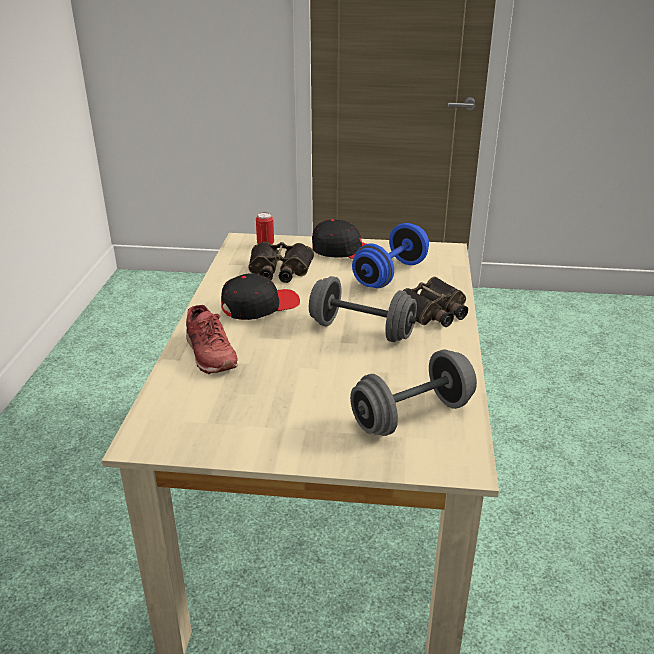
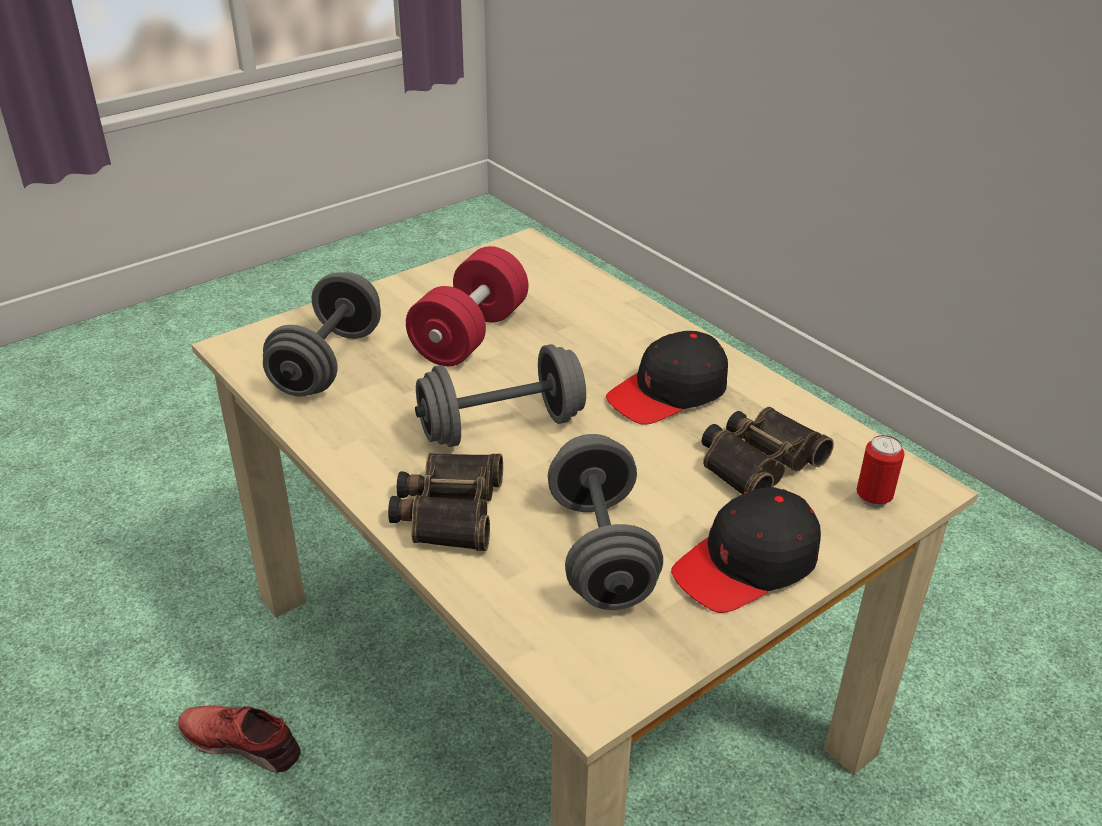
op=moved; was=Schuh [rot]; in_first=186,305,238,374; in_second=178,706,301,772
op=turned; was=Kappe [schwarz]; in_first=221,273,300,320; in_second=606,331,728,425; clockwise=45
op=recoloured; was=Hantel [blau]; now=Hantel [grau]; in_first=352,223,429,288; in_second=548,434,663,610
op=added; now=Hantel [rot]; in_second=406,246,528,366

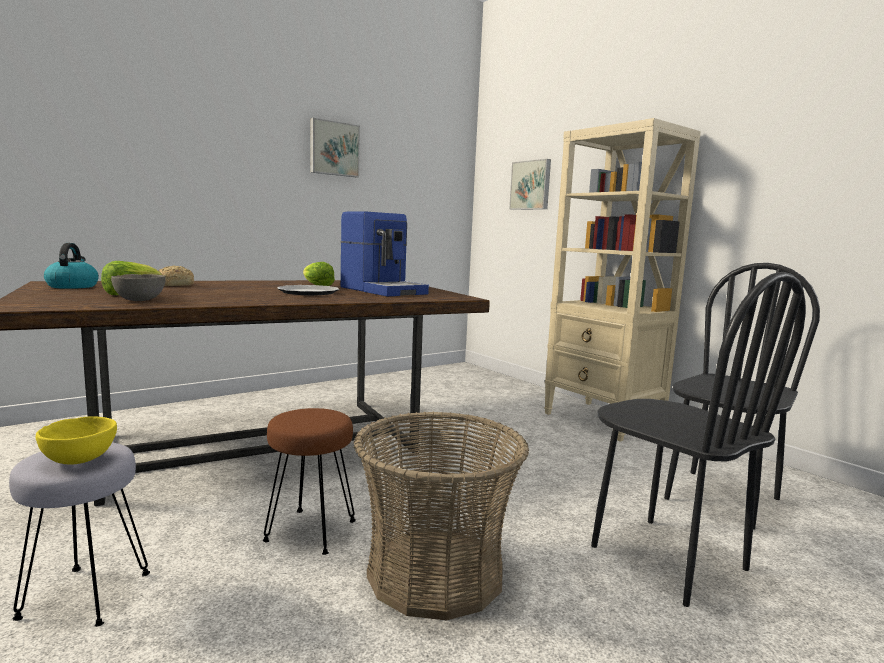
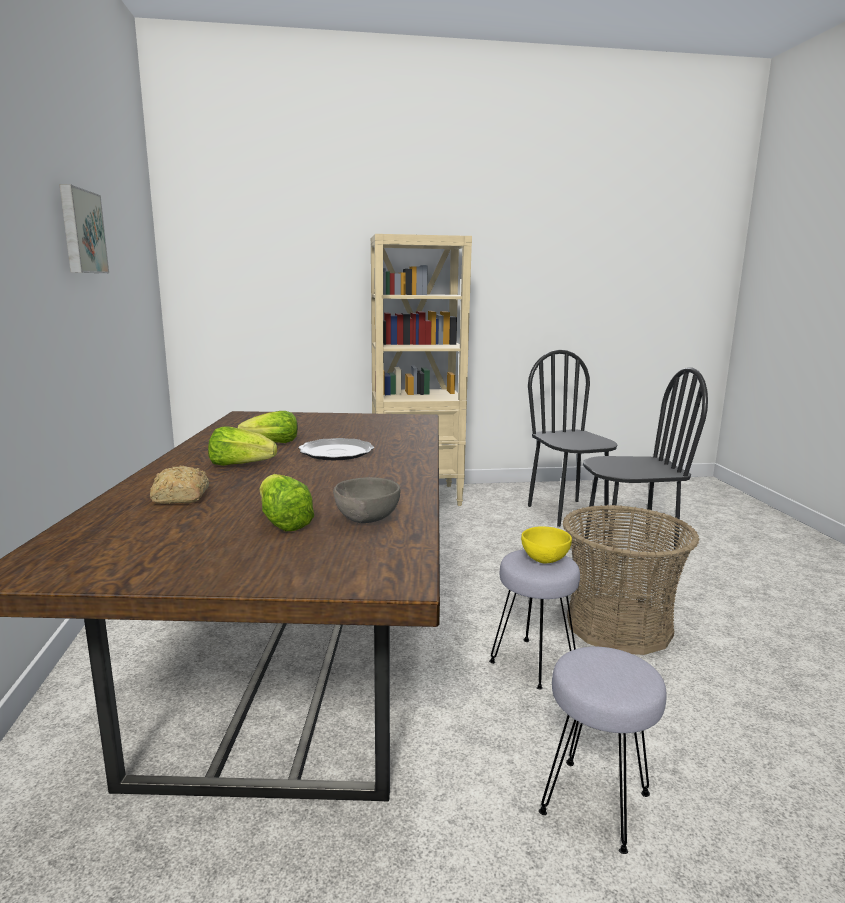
op=moved; was=Schüssel [gelb]; in_first=36,416,117,465; in_second=521,526,572,563
op=removed; was=Wasserkessel; in_first=44,243,99,289
op=recoloured; was=Hocker [braun]; now=Hocker [grau]; in_first=263,408,356,555; in_second=489,549,580,689
op=removed; was=Kaffeemaschine; in_first=341,212,429,296
op=removed; was=Bild; in_first=509,159,551,210
op=added; now=Salatkopf; in_second=208,426,277,466

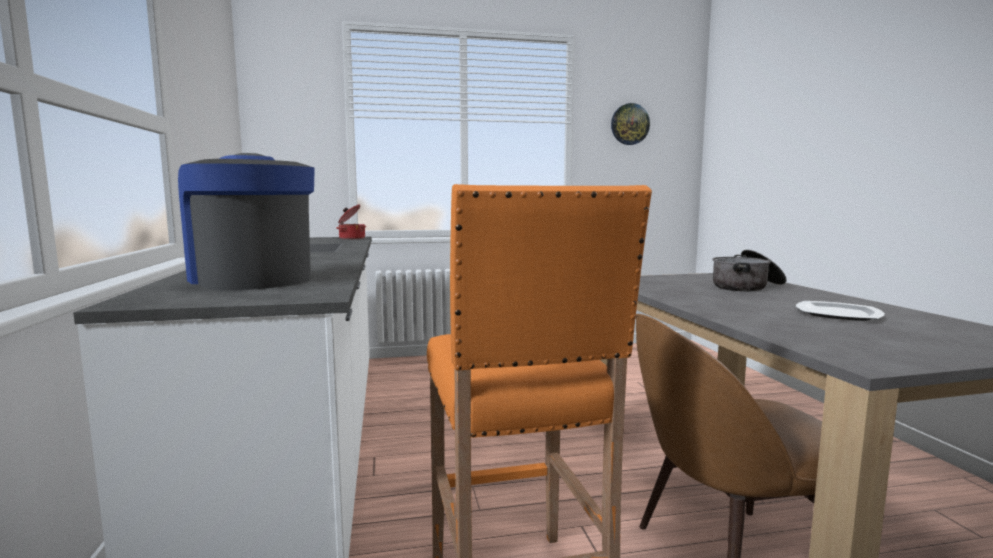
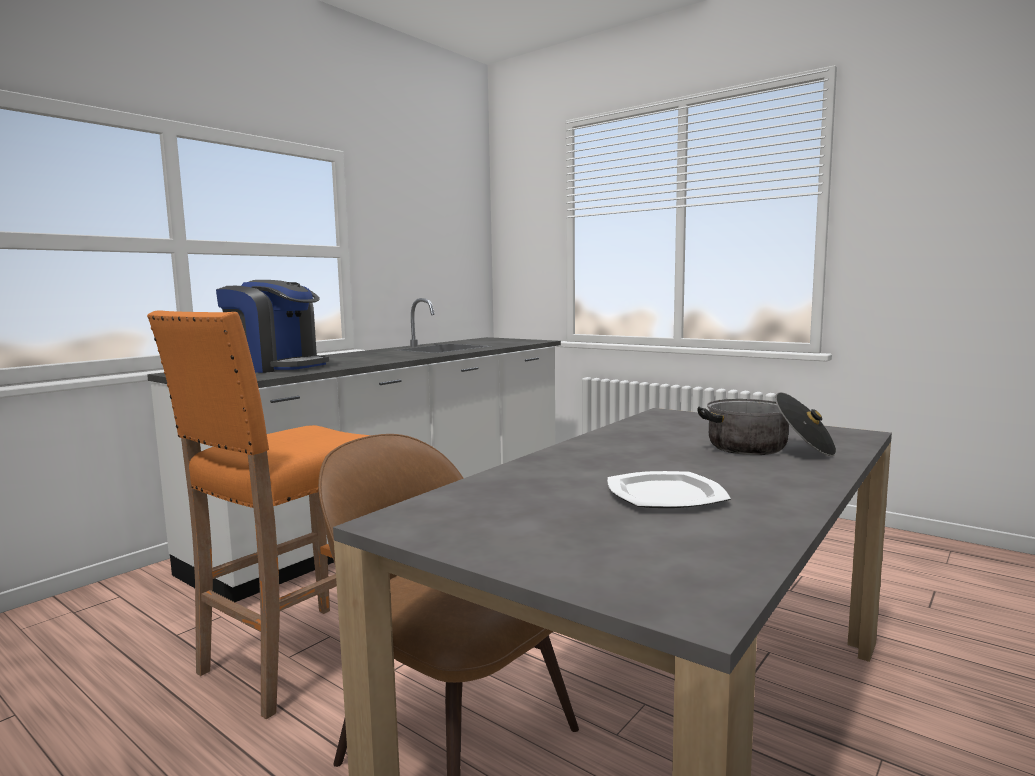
op=turned; was=Kaffeemaschine; in_first=178,153,315,290; in_second=216,280,329,373; clockwise=105
op=removed; was=Kochtopf; in_first=337,204,366,240
op=removed; was=Wanduhr; in_first=611,103,650,145

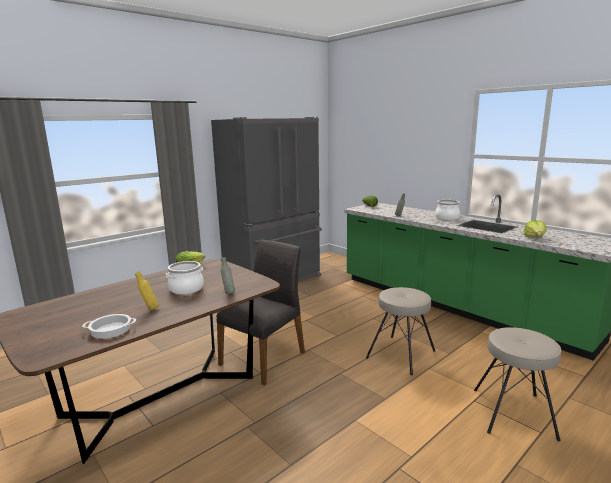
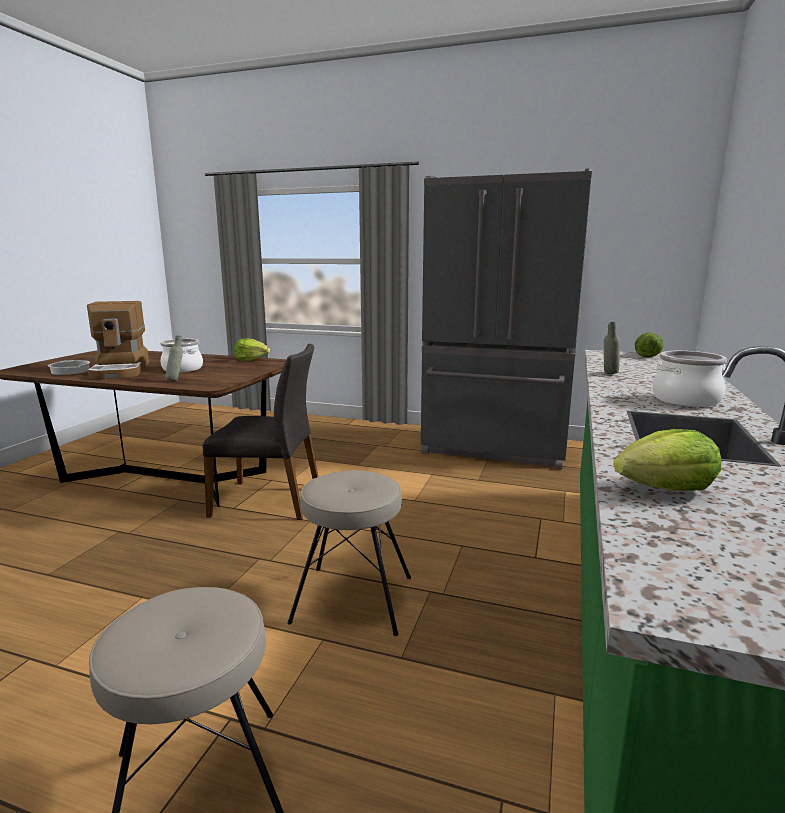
op=replaced; was=Flasche [gelb]; now=Kaffeemaschine; in_first=135,271,159,310; in_second=87,301,149,379

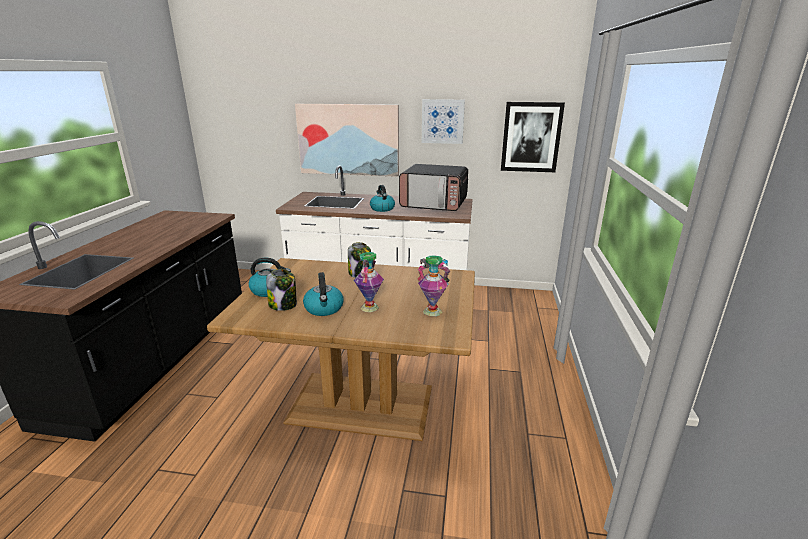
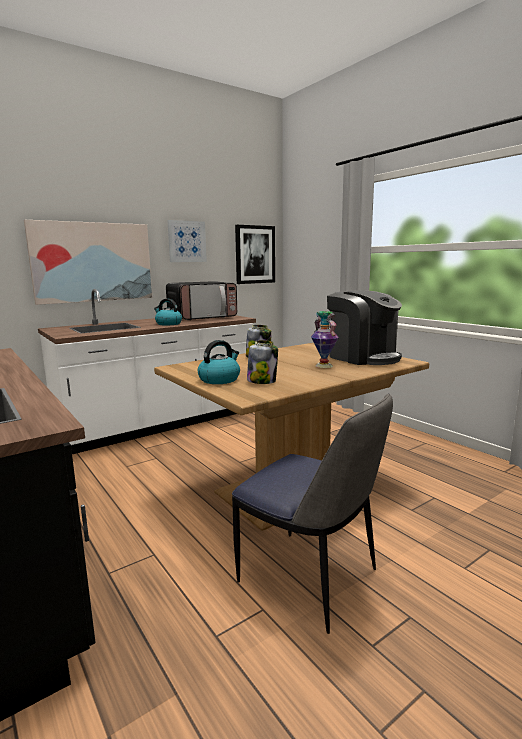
op=removed; was=Wasserkessel; in_first=303,272,344,316
op=replaced; was=Vase; now=Kaffeemaschine; in_first=417,255,450,316; in_second=327,290,402,365
op=added; now=Stuhl; in_second=232,393,393,634

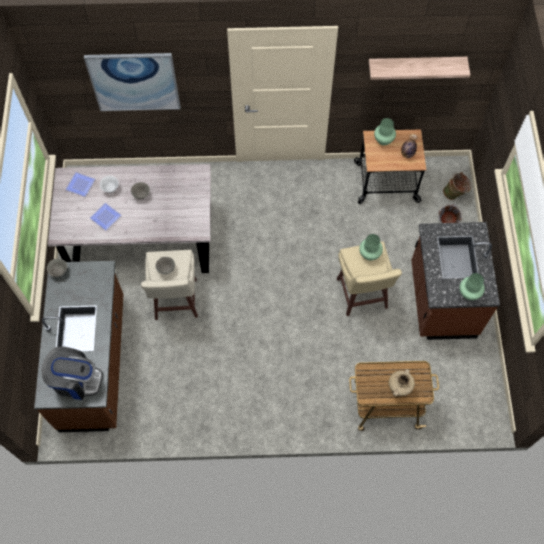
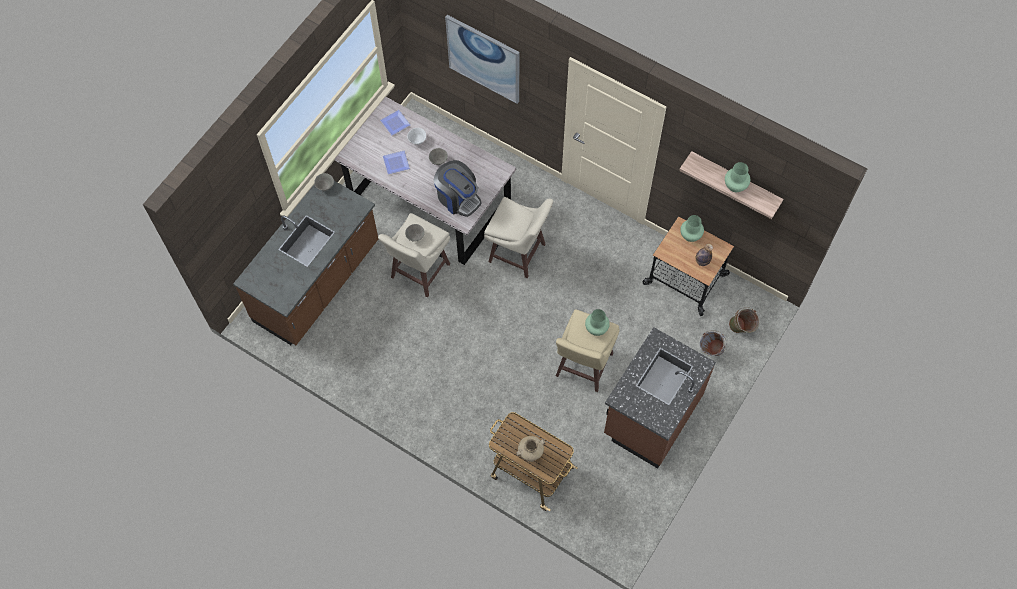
op=moved; was=Kaffeemaschine; in_first=41,346,103,400; in_second=434,160,482,217
op=moved; was=Vase [grün]; in_first=459,273,485,300; in_second=725,162,750,192
op=added; now=Hocker [beige]; in_second=484,197,553,278

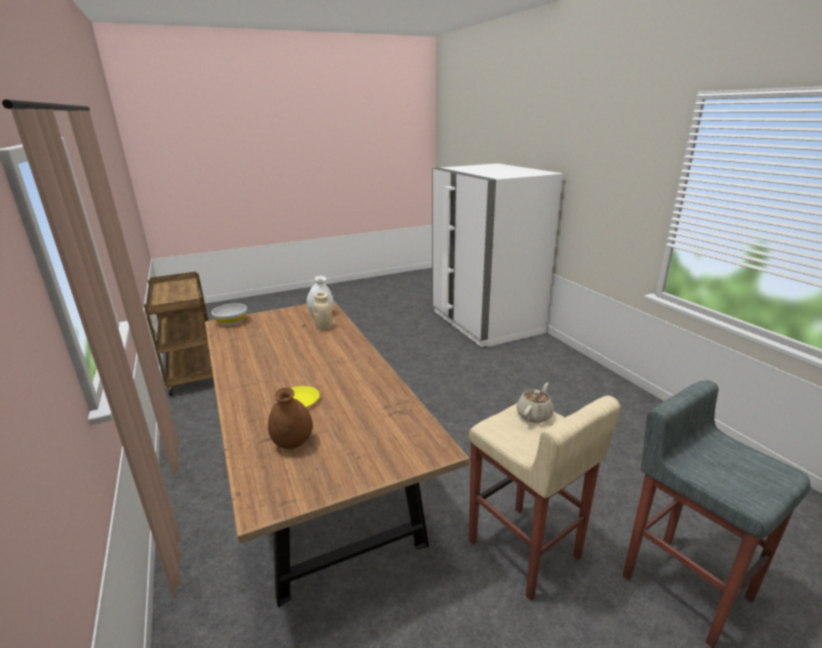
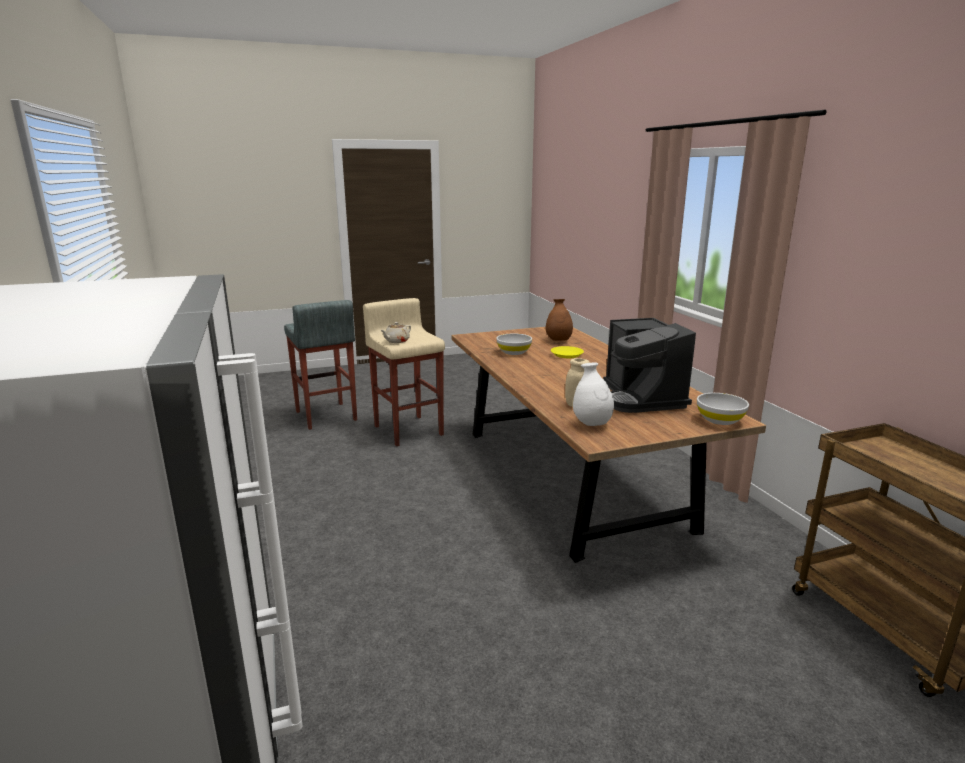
op=added; now=Schüssel [weiß]; in_second=496,333,532,355
op=added; now=Kaffeemaschine; in_second=603,318,696,413

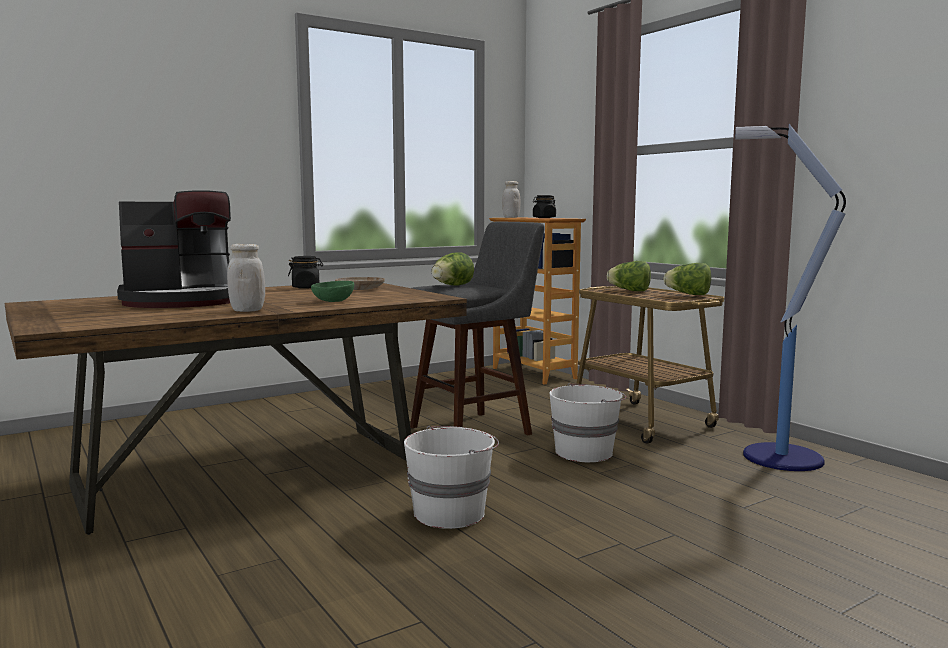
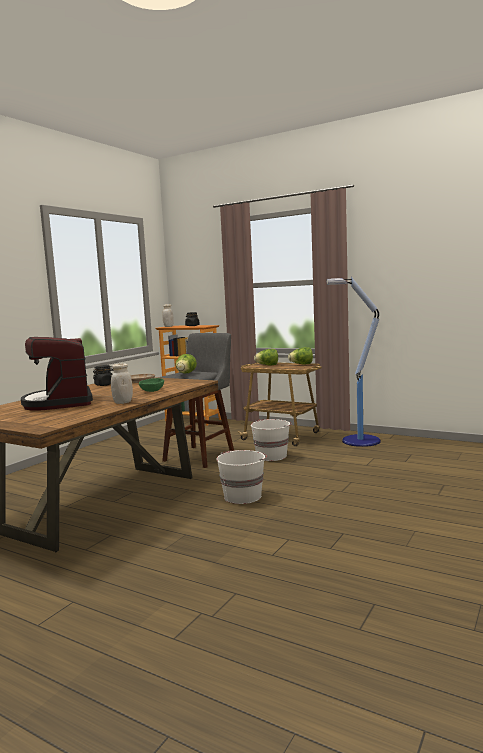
op=turned; was=Kaffeemaschine; in_first=117,190,231,308; in_second=21,337,93,411; clockwise=120

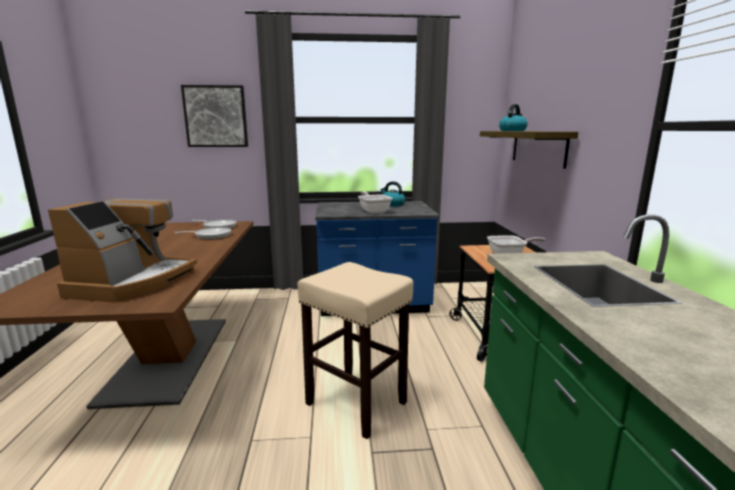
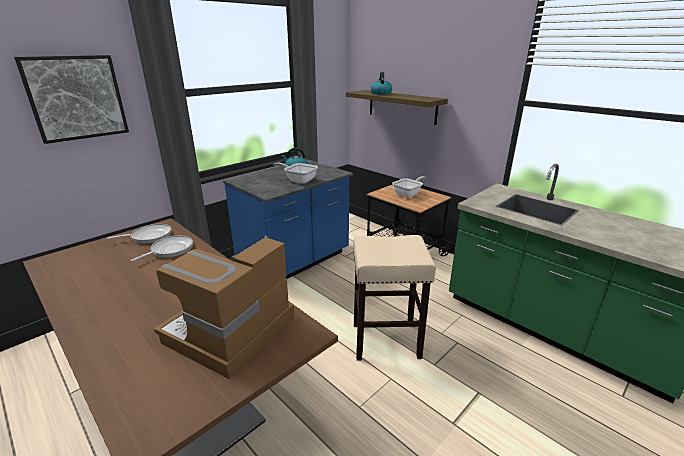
op=turned; was=Kaffeemaschine; in_first=48,198,197,303; in_second=154,236,295,379; clockwise=-120

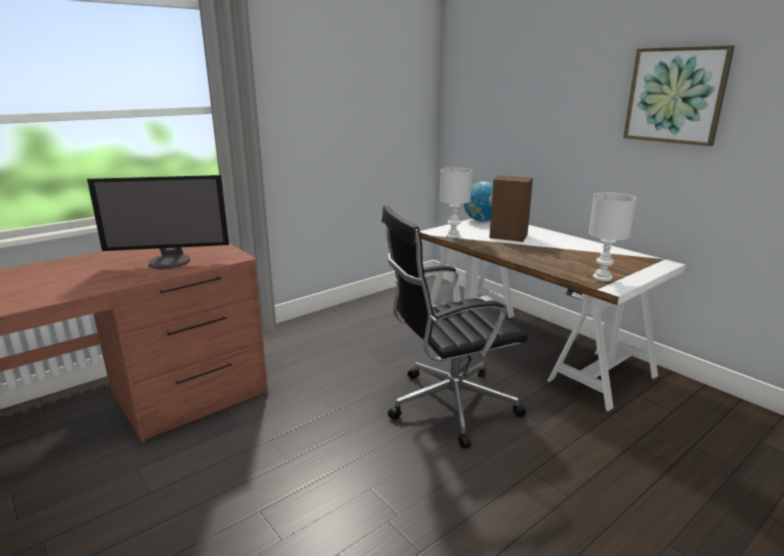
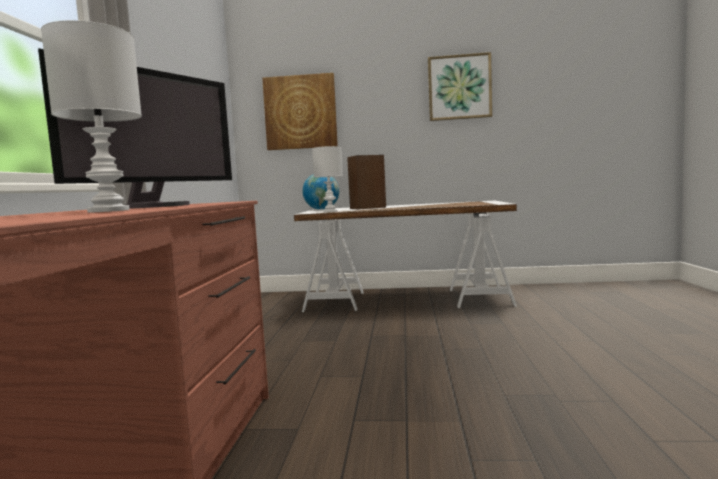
op=removed; was=Bürostuhl [schwarz]; in_first=382,205,528,449
op=moved; was=Tischlampe [weiß]; in_first=589,192,637,281; in_second=41,20,142,213
op=added; now=Bild; in_second=262,73,338,150

